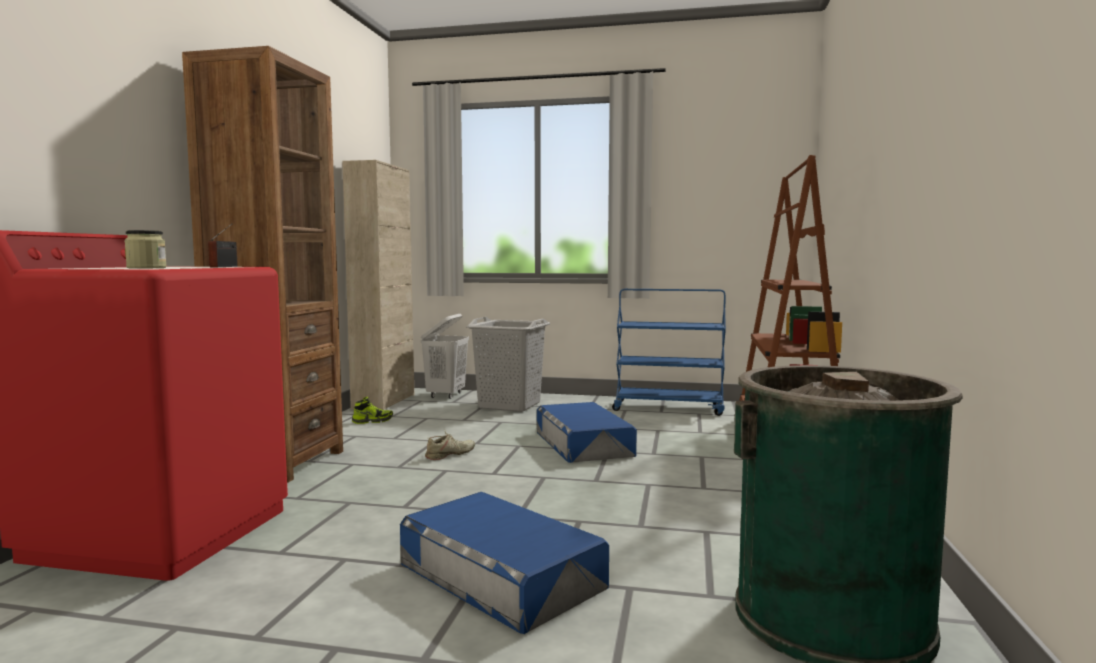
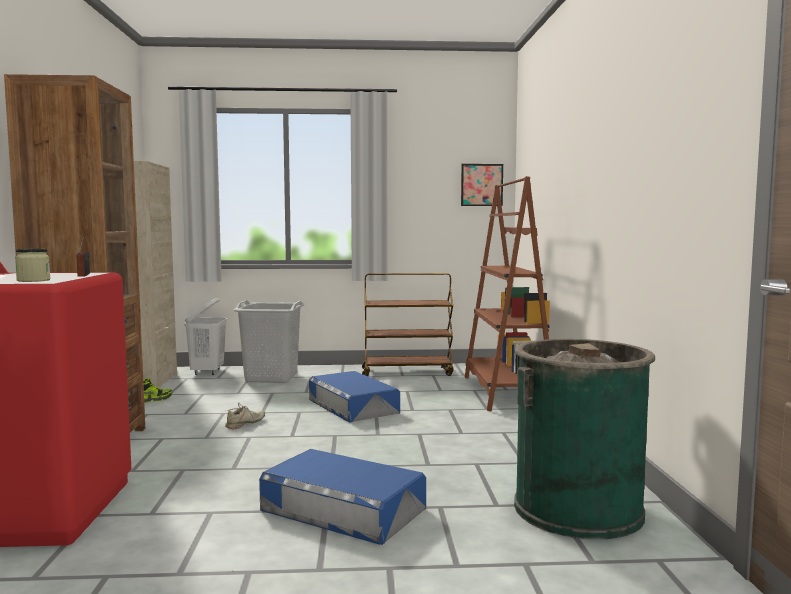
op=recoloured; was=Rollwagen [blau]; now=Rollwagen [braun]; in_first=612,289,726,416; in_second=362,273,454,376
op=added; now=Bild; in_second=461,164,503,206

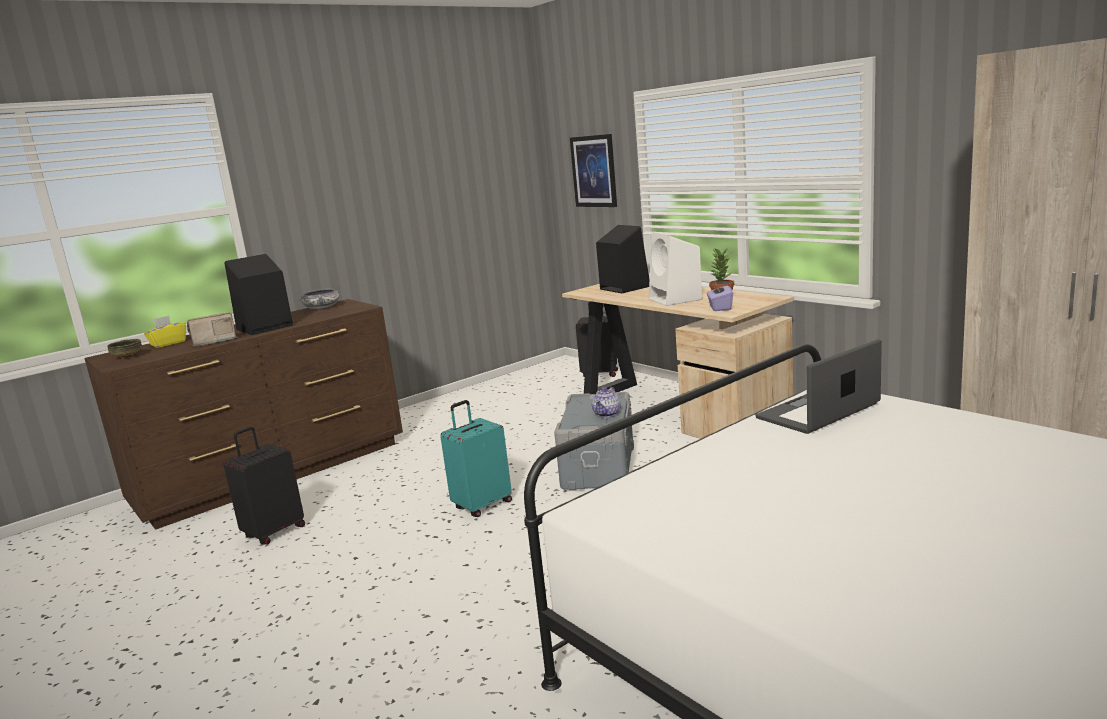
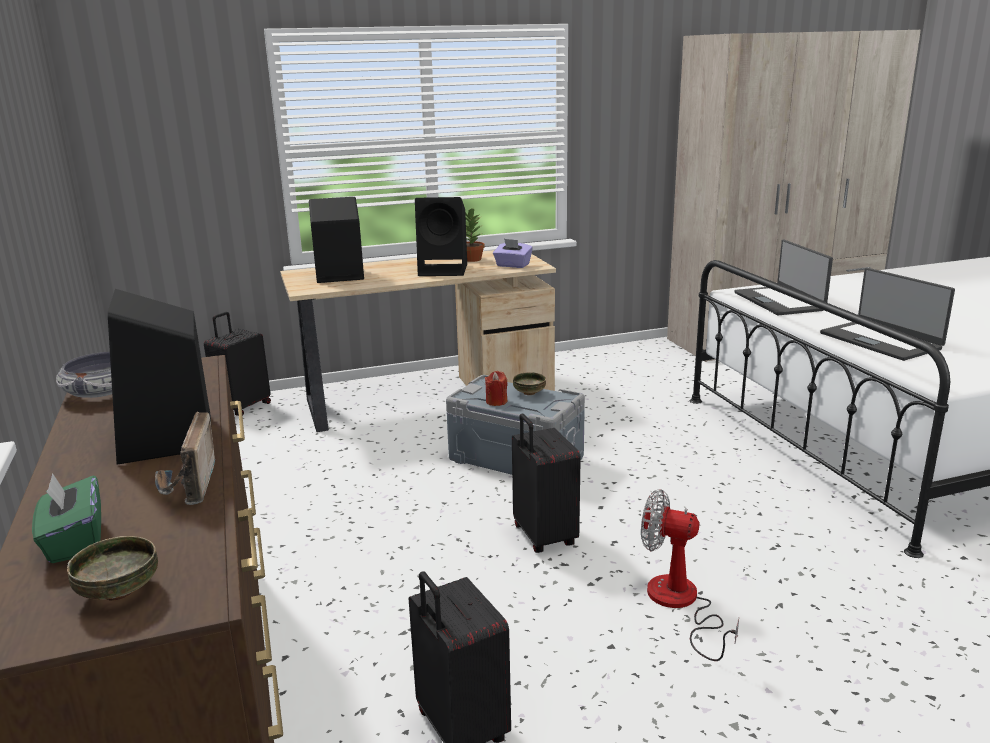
op=recoloured; was=Taschentuchbox [gelb]; now=Taschentuchbox [grün]; in_first=144,315,186,348; in_second=32,473,101,563
op=recoloured; was=Koffer [türkis]; now=Koffer [schwarz]; in_first=440,400,512,517; in_second=512,413,581,553
op=removed; was=Bild; in_first=570,134,617,207
op=replaced; was=Teekanne; now=Schüssel; in_first=592,387,621,417; in_second=513,372,546,395
op=recoloured; was=Lautsprecher [weiß]; now=Lautsprecher [schwarz]; in_first=649,232,702,306; in_second=415,197,467,276
op=added; now=Kerze [rot]; in_second=485,371,508,406
op=added; now=Ventilator; in_second=641,489,739,661
op=added; now=Laptop; in_second=820,268,955,361

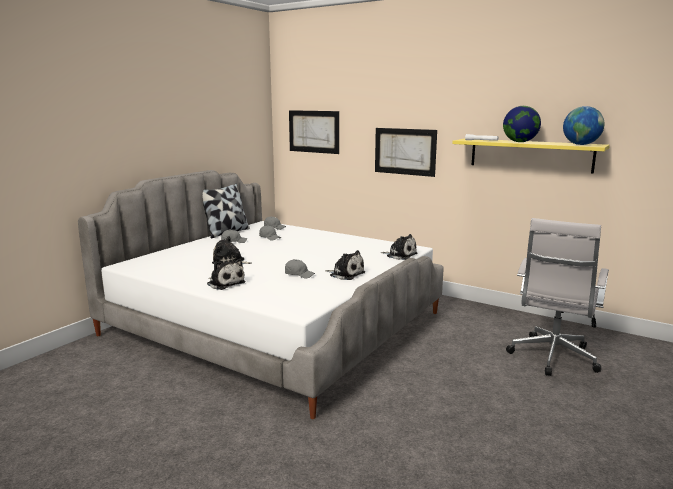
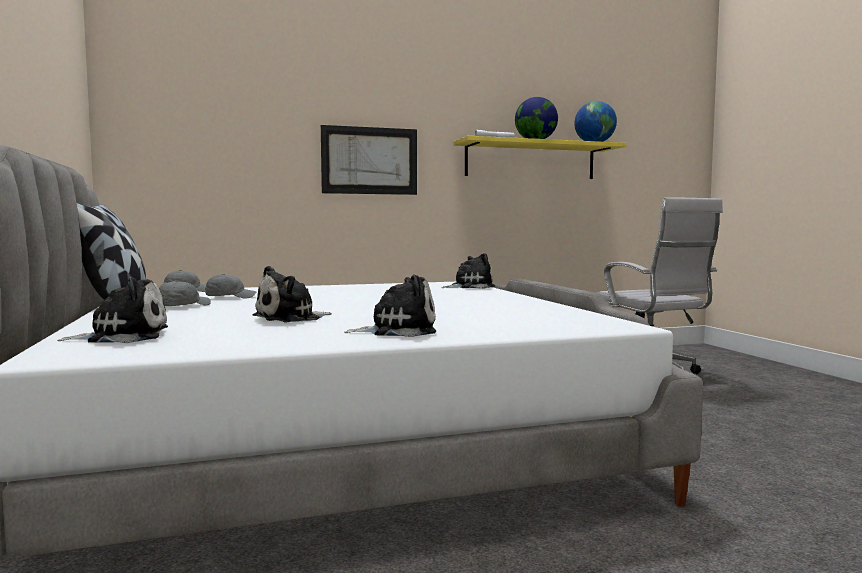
op=removed; was=Kappe [grau]; in_first=285,259,315,278
op=removed; was=Bild; in_first=289,110,339,154
op=moved; was=Plüschtier; in_first=326,250,365,280; in_second=58,277,168,343

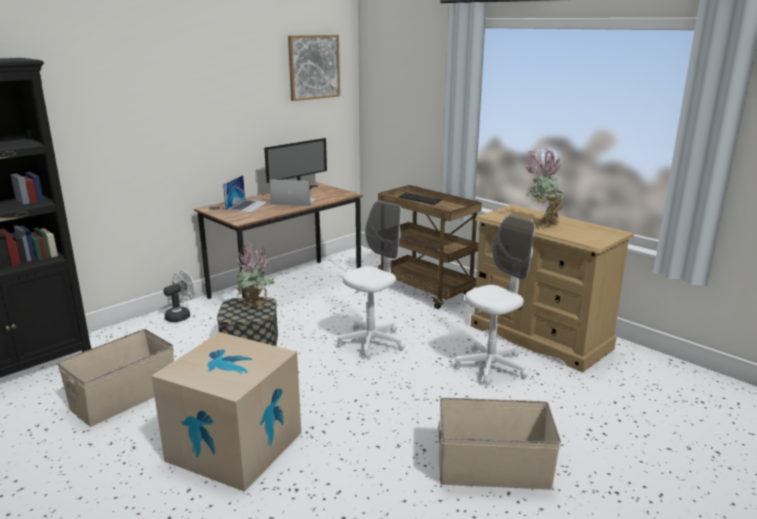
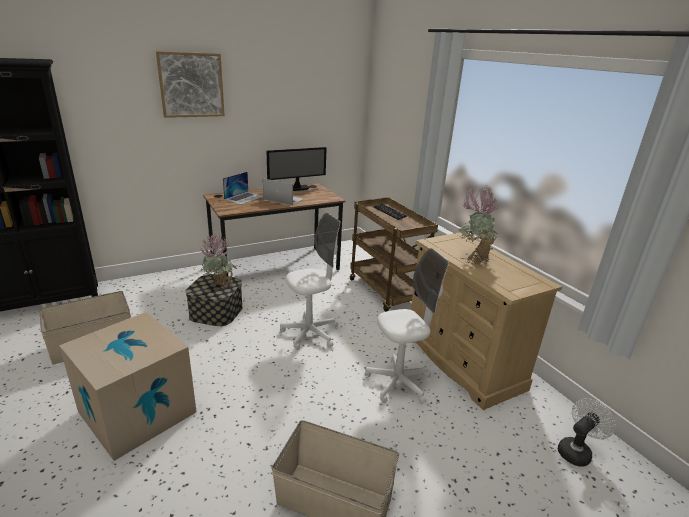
op=moved; was=Ventilator [weiß]; in_first=163,270,196,322; in_second=558,398,615,467
op=moved; was=Bild; in_first=288,35,340,101; in_second=156,51,225,118

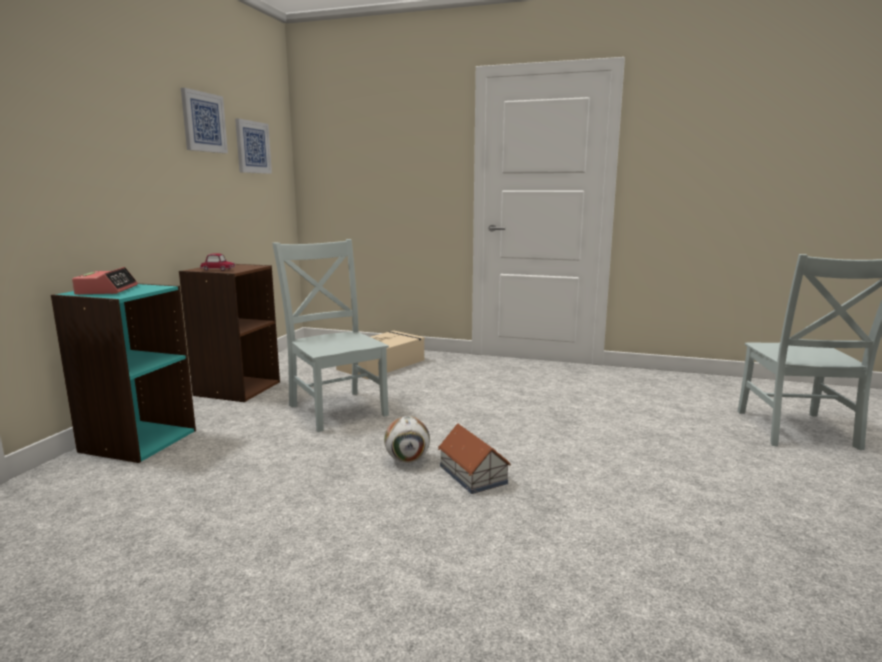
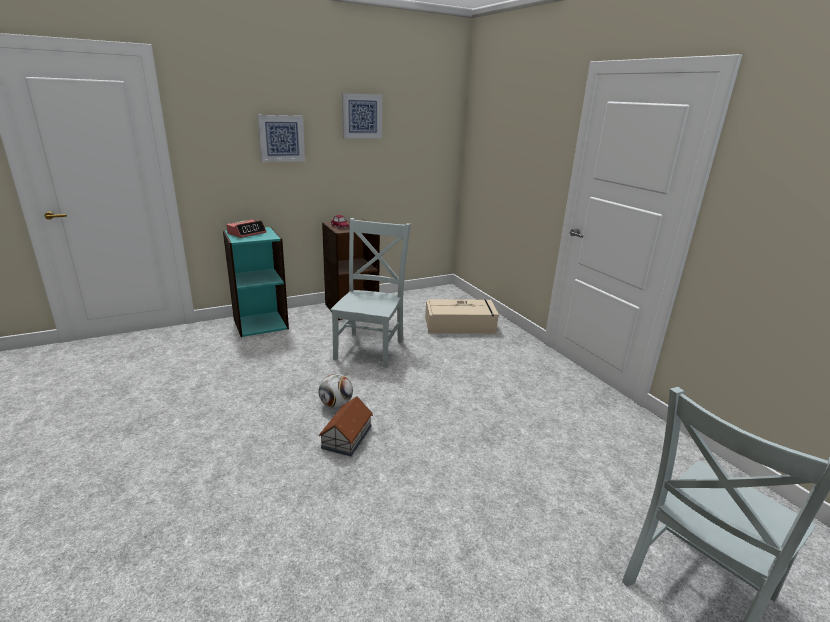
op=moved; was=Bild; in_first=235,118,272,174; in_second=258,115,305,162

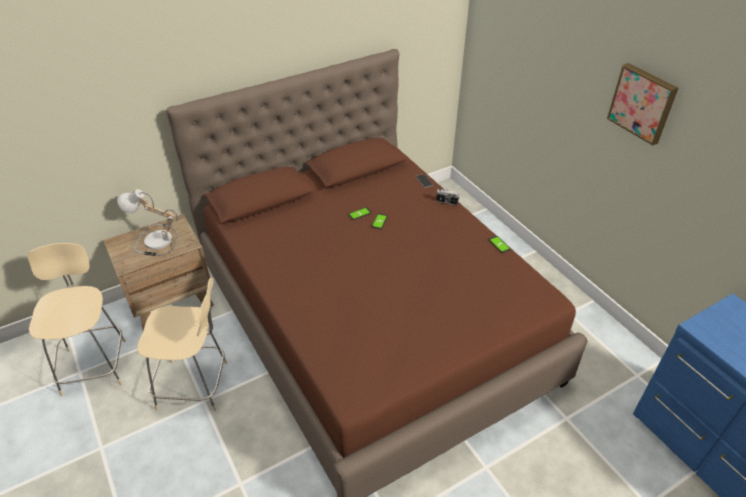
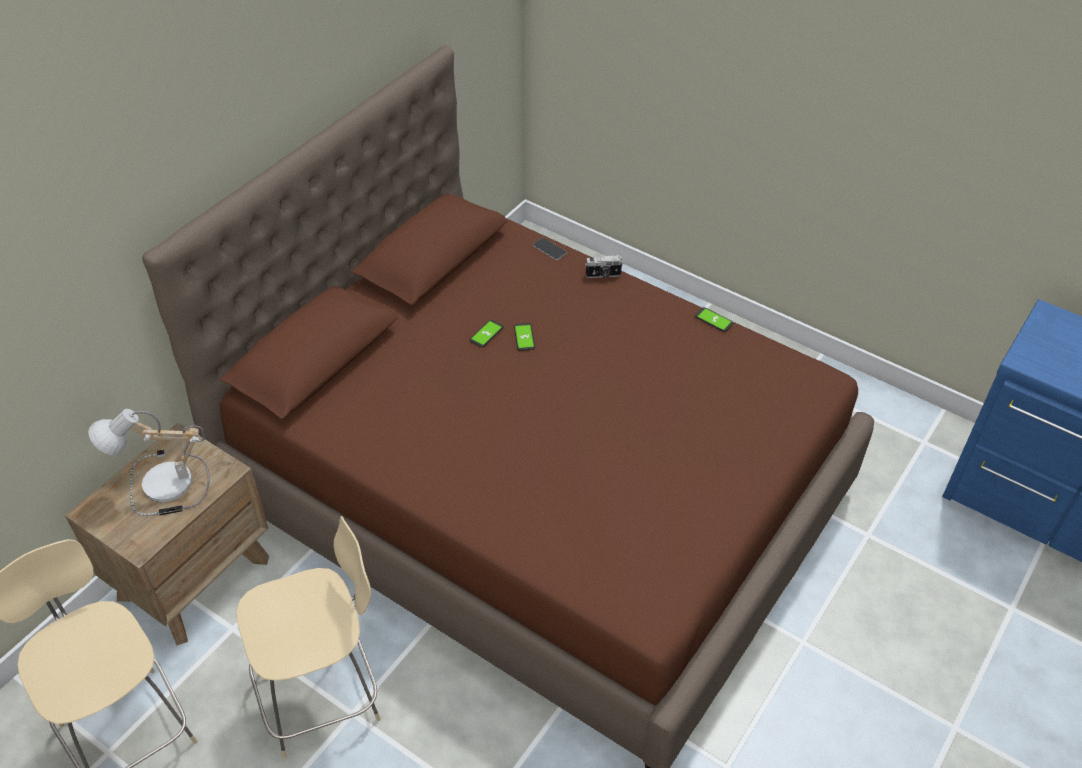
op=removed; was=Bild; in_first=607,63,678,146

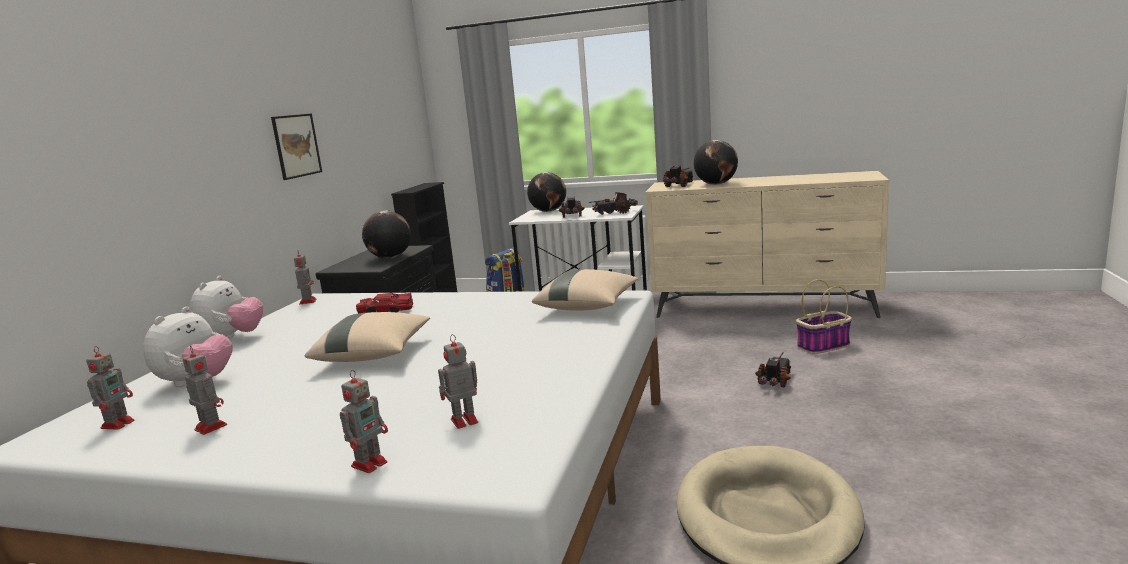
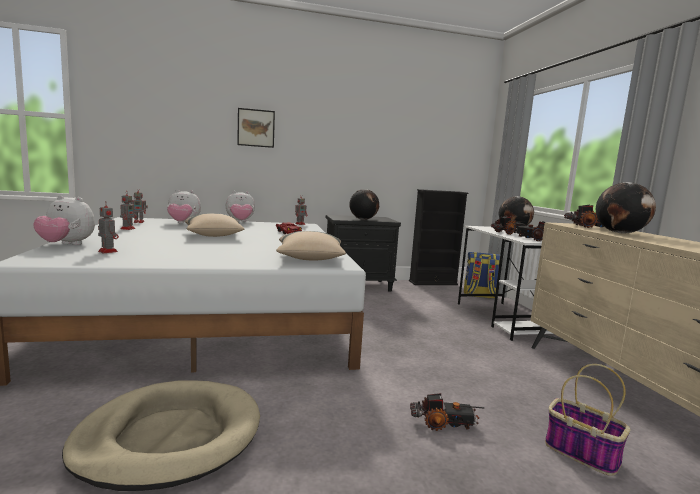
op=moved; was=Bild; in_first=271,113,322,180; in_second=237,108,275,148
op=replaced; was=Spielzeugroboter; now=Plüschtier; in_first=340,370,388,473; in_second=33,195,95,245

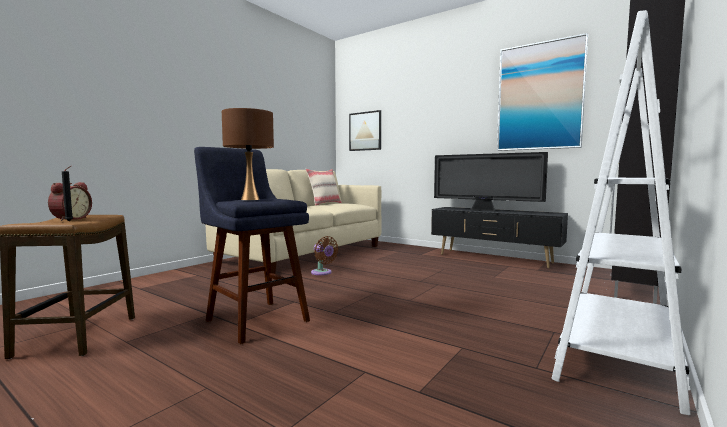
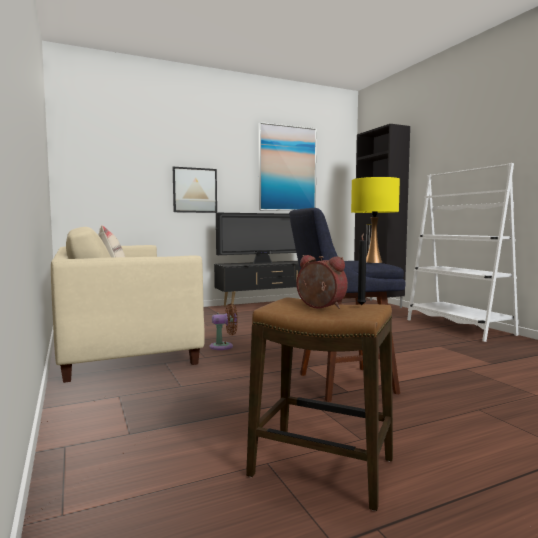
op=recoloured; was=Tischlampe [braun]; now=Tischlampe [gelb]; in_first=222,108,274,200; in_second=351,177,400,263
op=moved; was=Bild; in_first=349,110,381,151; in_second=173,167,217,213

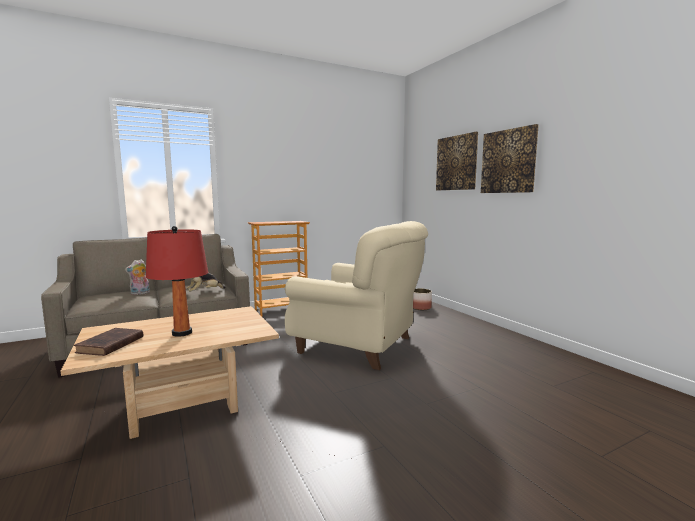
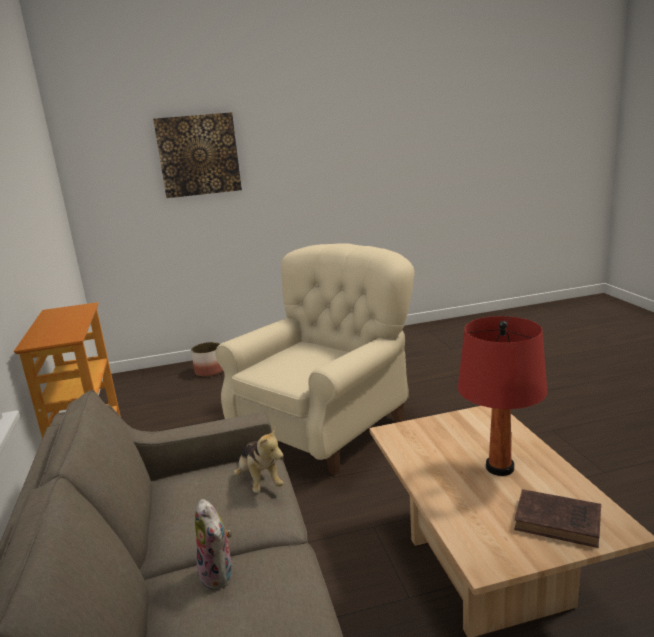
op=removed; was=Bild; in_first=481,124,539,193

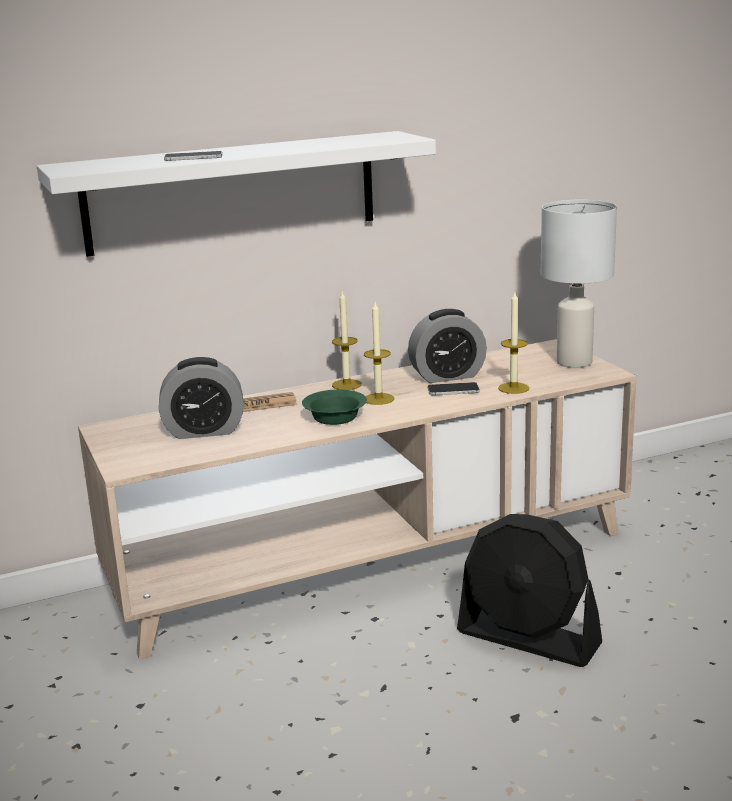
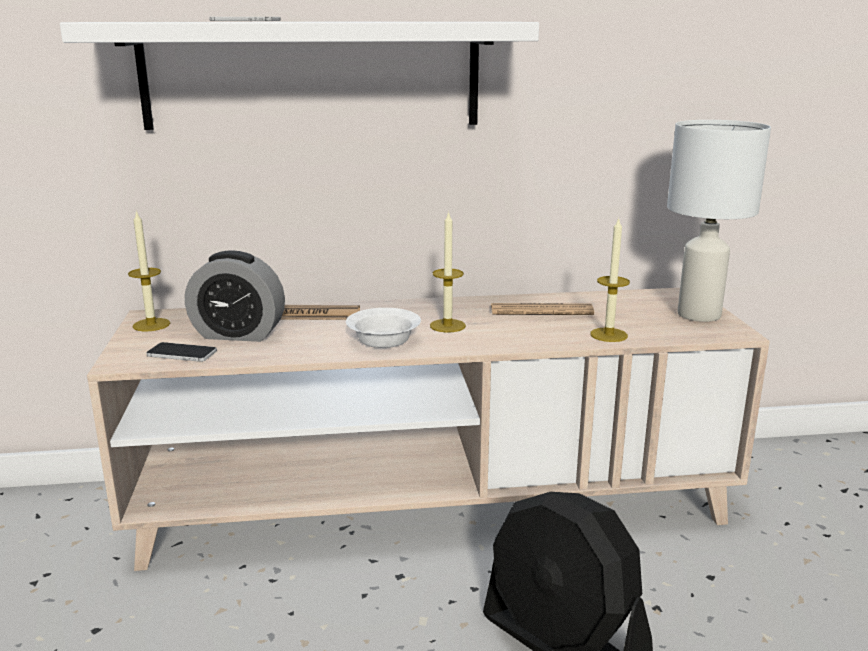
op=recoloured; was=Schüssel [grün]; now=Schüssel [weiß]; in_first=302,389,367,425; in_second=346,308,421,348
op=moved; was=Kerze; in_first=332,291,362,390; in_second=128,210,170,332
op=replaced; was=Wecker; now=Zeitung; in_first=408,309,487,383; in_second=491,303,594,315
op=moved; was=Handy; in_first=428,382,480,395; in_second=146,342,217,362

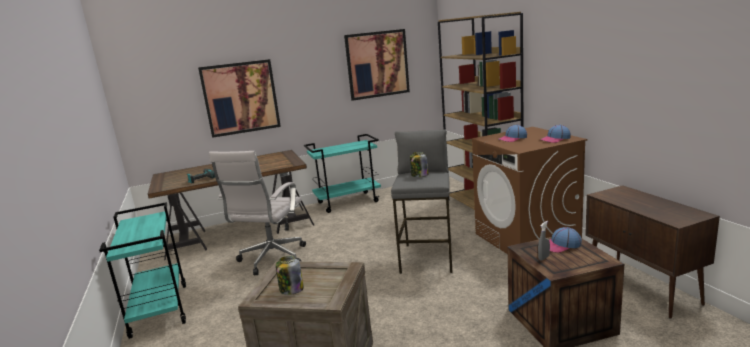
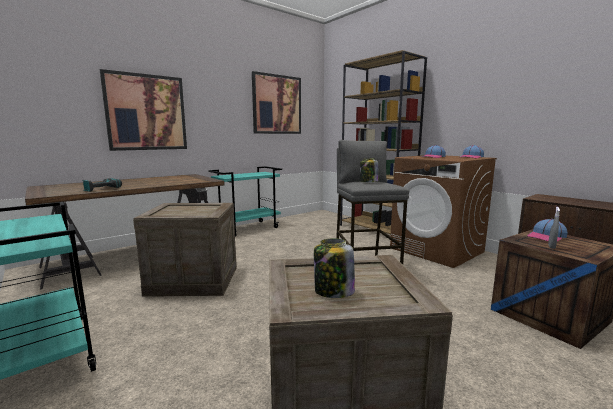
op=replaced; was=Bürostuhl [weiß]; now=Kiste; in_first=209,151,306,276; in_second=133,203,237,297

